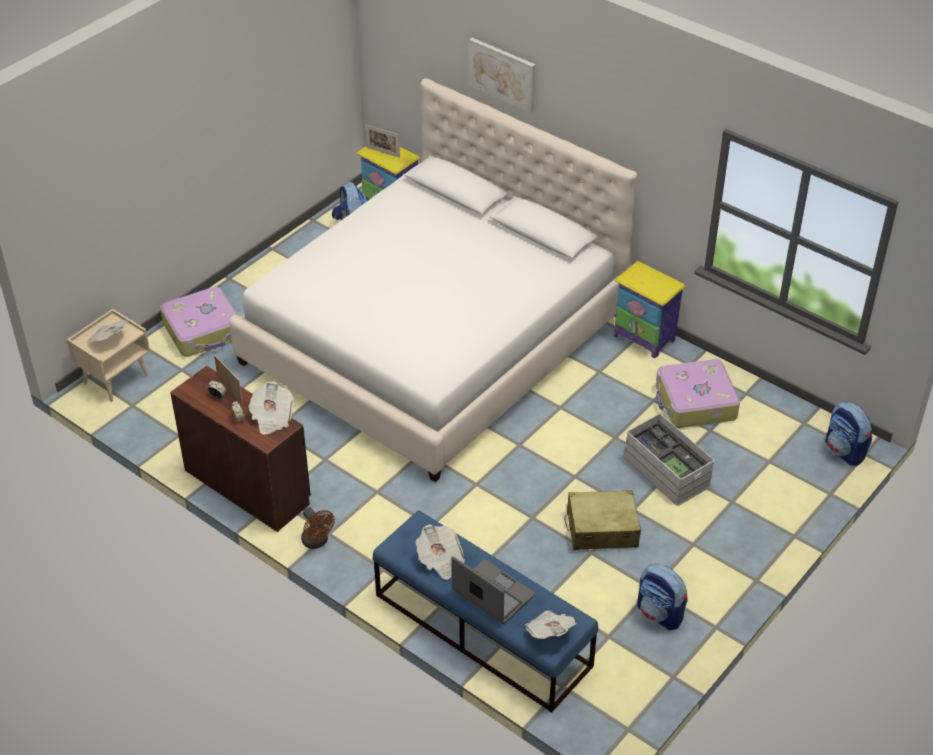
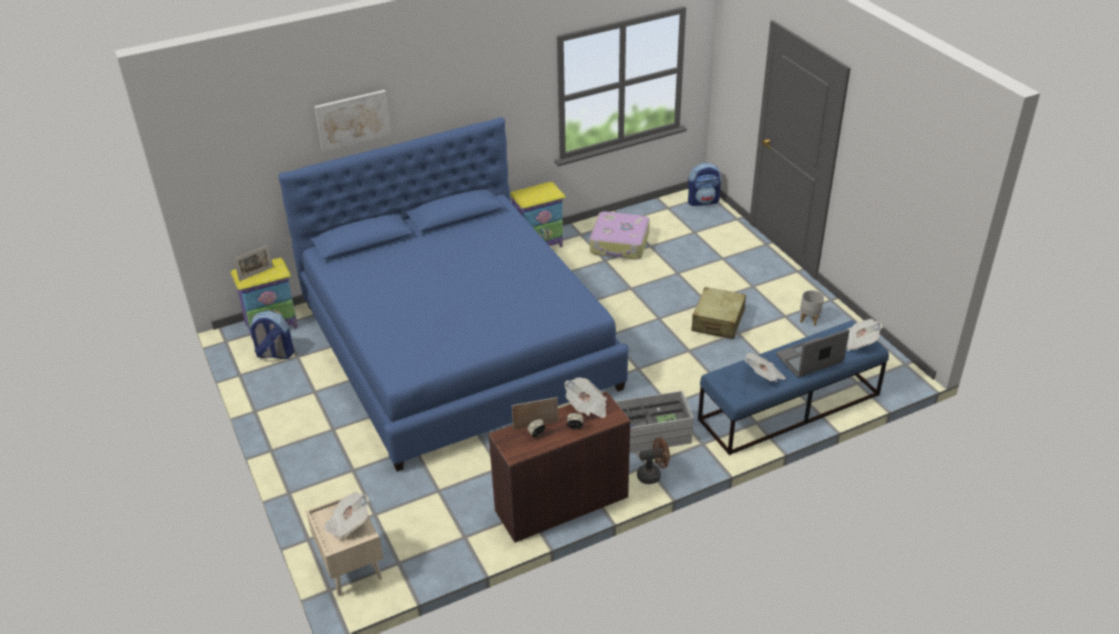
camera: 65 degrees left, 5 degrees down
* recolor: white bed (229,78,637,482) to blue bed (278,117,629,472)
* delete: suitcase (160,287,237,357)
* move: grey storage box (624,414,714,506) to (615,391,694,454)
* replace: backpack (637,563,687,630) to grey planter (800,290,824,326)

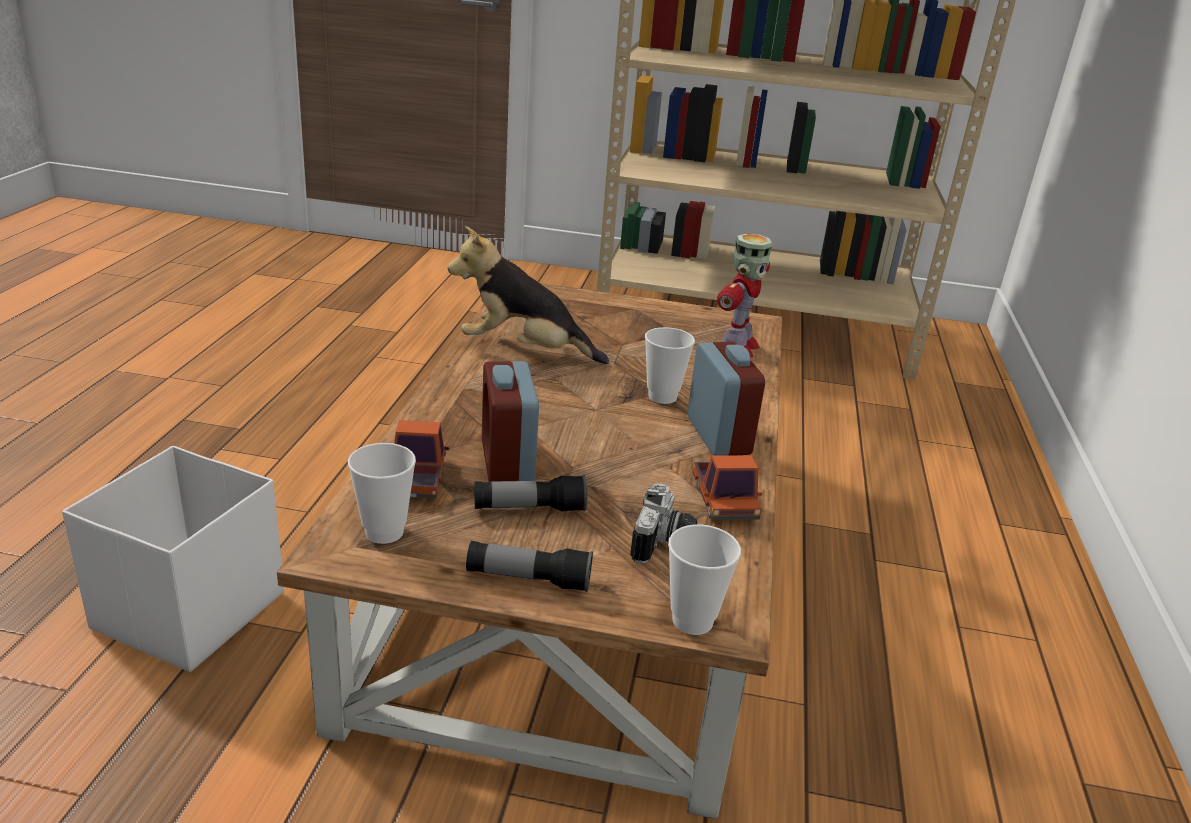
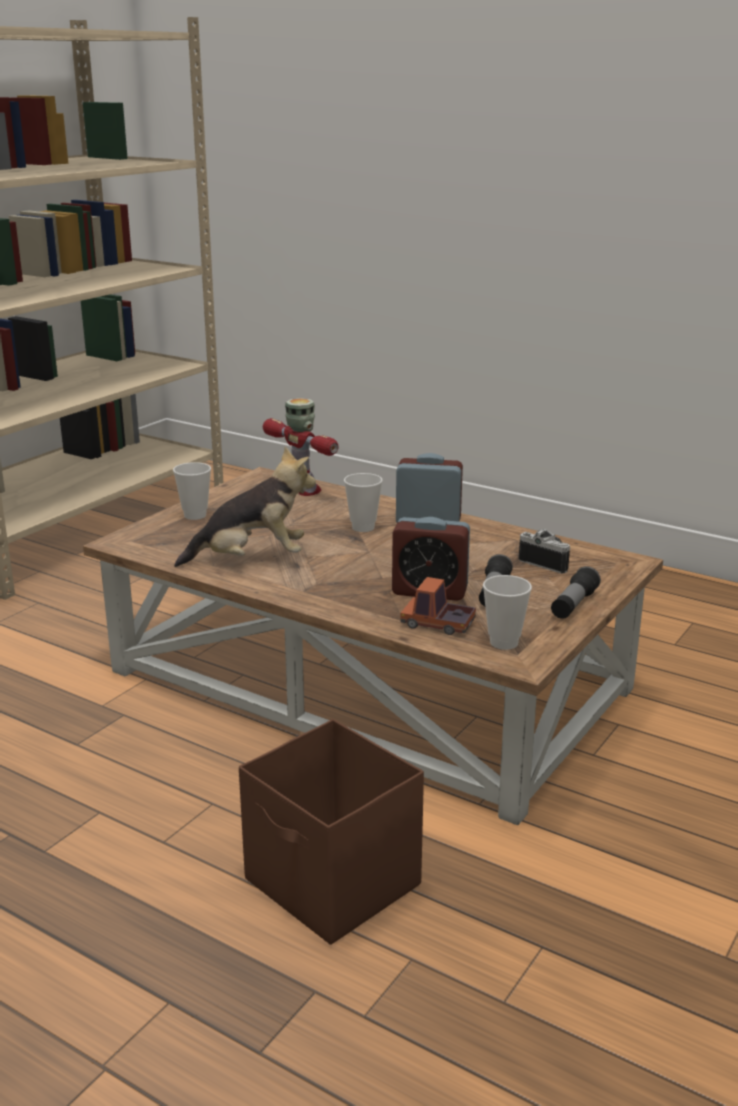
camera: 65 degrees left, 5 degrees down
* rotate: plush toy (448,226,609,364) = (174,447,316,567) 135 degrees counterclockwise
* recolor: white storage box (62,446,284,672) to brown storage box (239,719,424,945)
* delete: toy truck (693,455,762,520)
* move: cup (668,524,741,635) to (173,462,211,520)

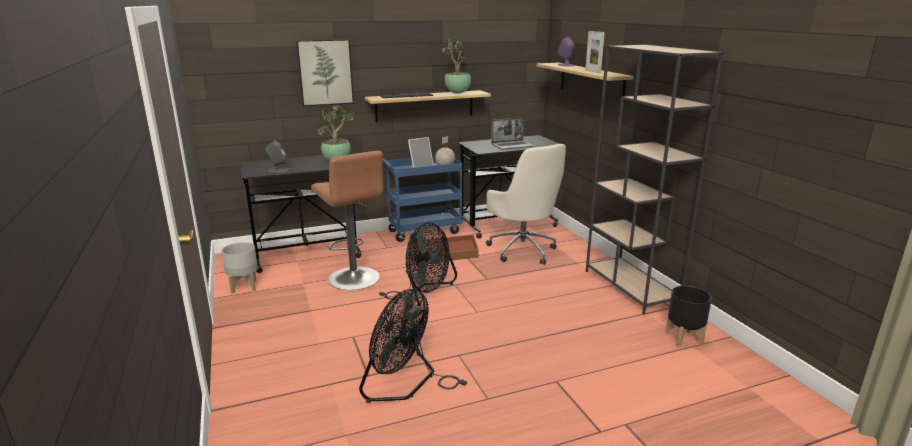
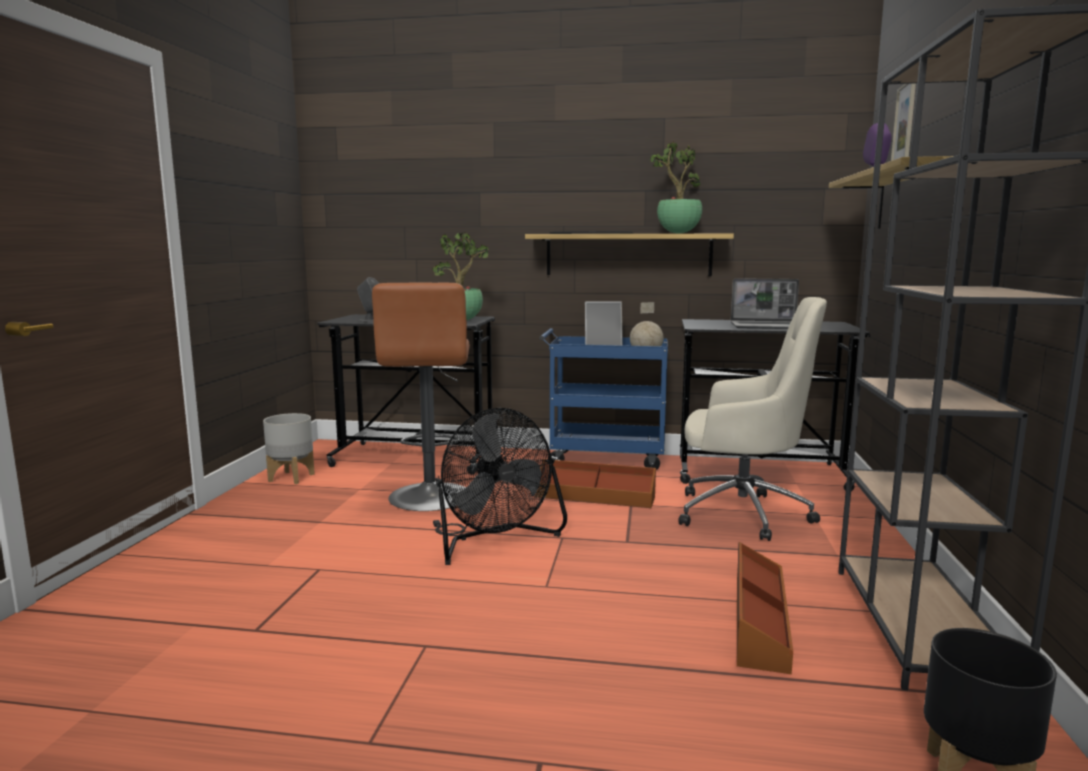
camera: 30 degrees right, 10 degrees down
* delete: picture (296,39,354,107)
* rotate: beige office chair (486,144,566,265) = (678,297,827,541) 75 degrees counterclockwise
* delete: black fan (359,289,467,403)
* insert: brown storage box (737,542,793,674)

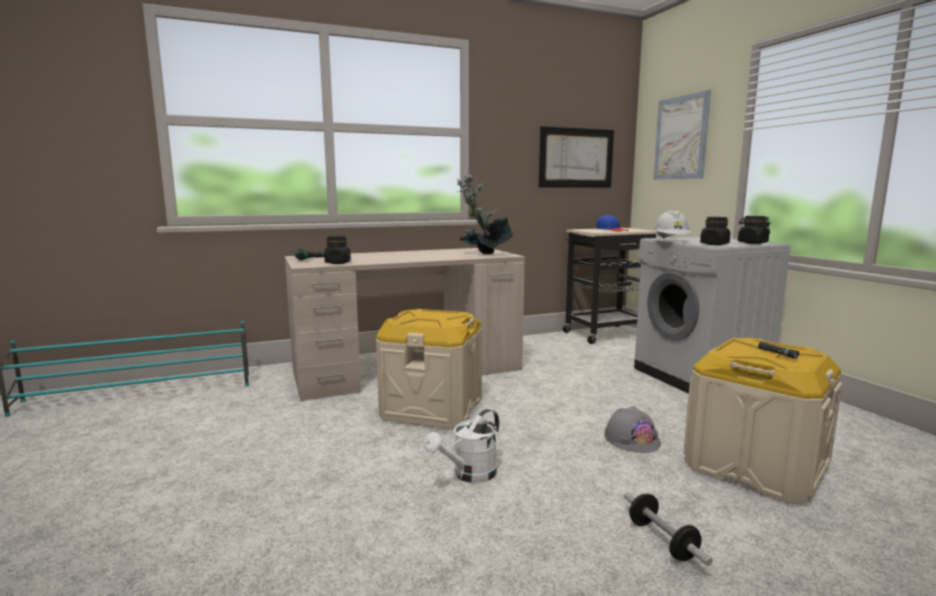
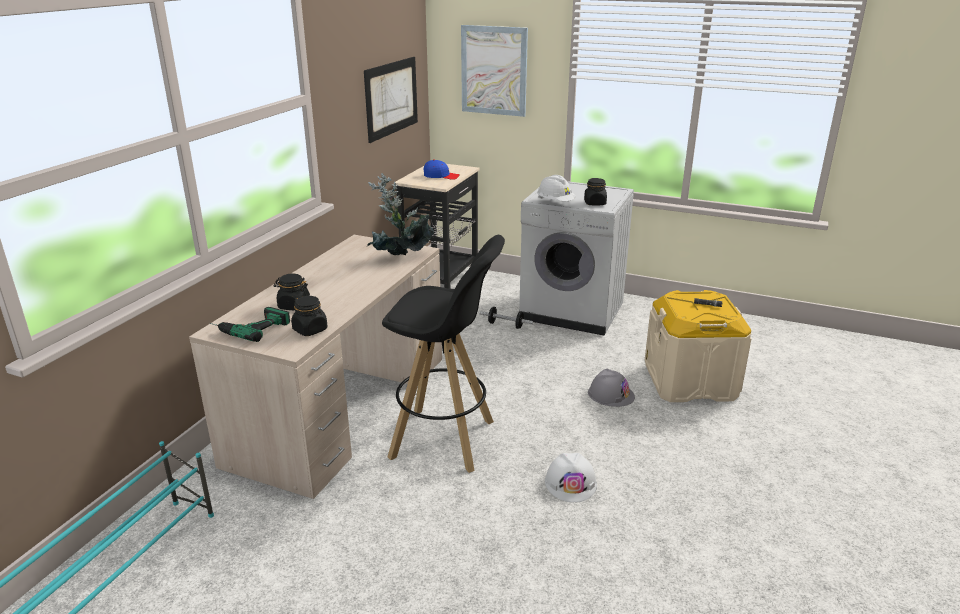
camera: 45 degrees left, 15 degrees up
* move: black jar (738,216,770,244) to (274,274,310,310)
* replace: beige storage box (376,309,482,429) to black stool (382,235,505,473)
* replace: white watering can (424,409,499,483) to white hard hat (545,453,597,502)
* move: dumbbell (624,492,713,566) to (479,307,533,329)

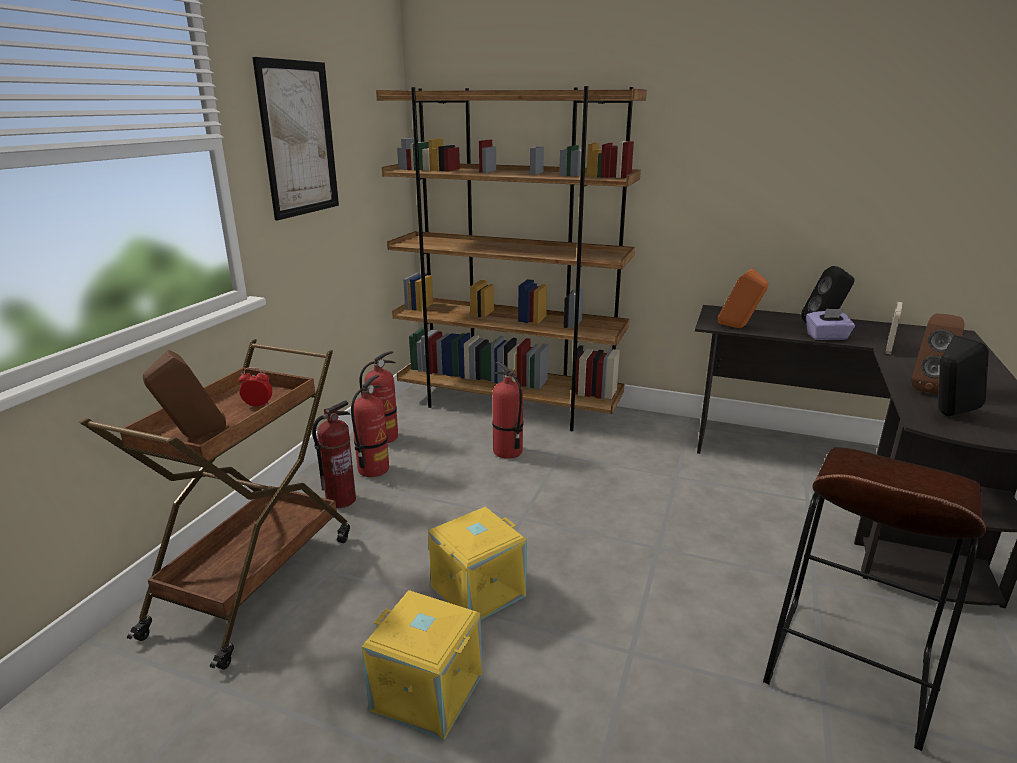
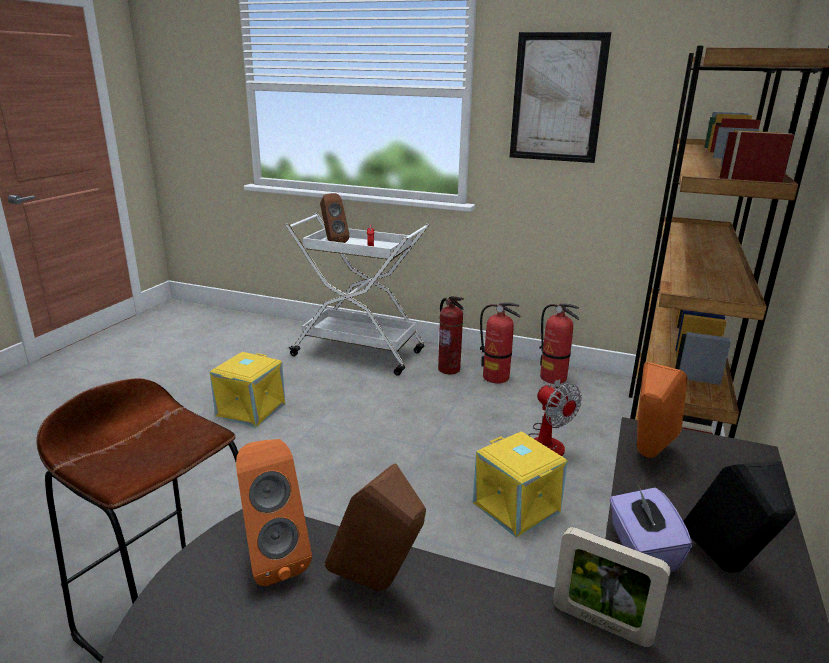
camera: 90 degrees right, 0 degrees up
* recolor: black speaker (938,335,989,416) to orange speaker (236,439,312,586)
* recolor: brown cart (79,339,350,670) to white cart (285,212,430,376)
* replace: fire extinguisher (492,361,523,459) to fan (528,379,582,456)
* move: yellow storage box (428,507,527,620) to (473,431,568,538)

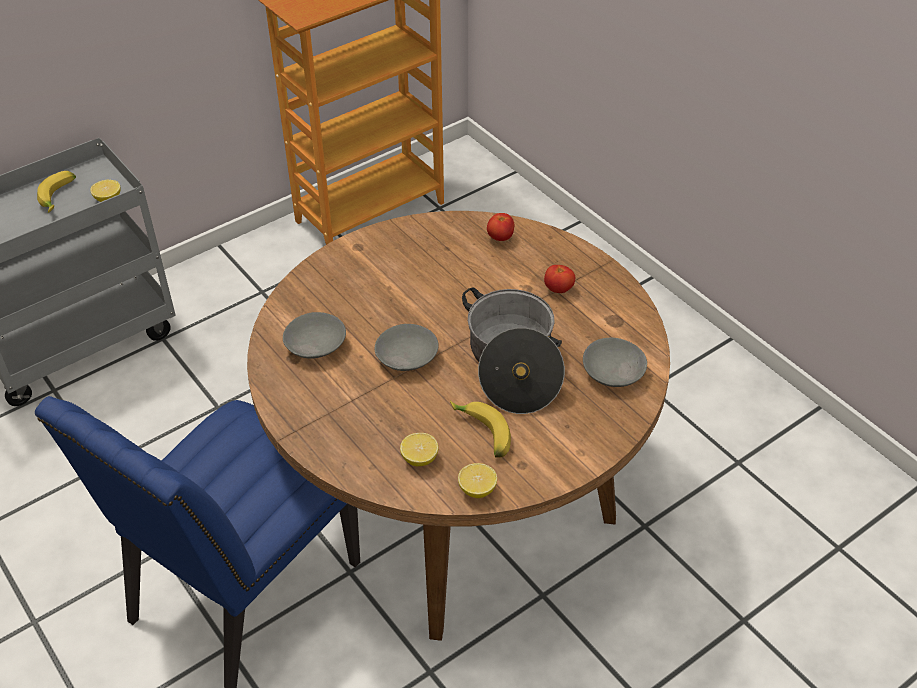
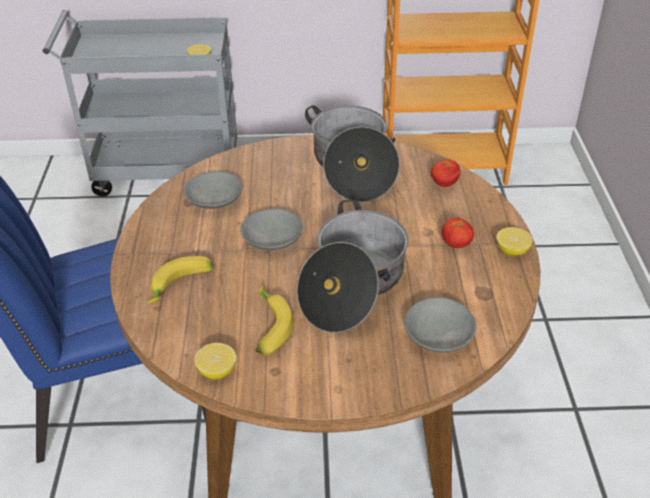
camera: 35 degrees right, 5 degrees down
* move: banana (37,171,76,213) to (147,256,214,304)
* move: lemon (400,433,439,466) to (496,227,532,256)
* insert: cooking pot (305,105,400,202)

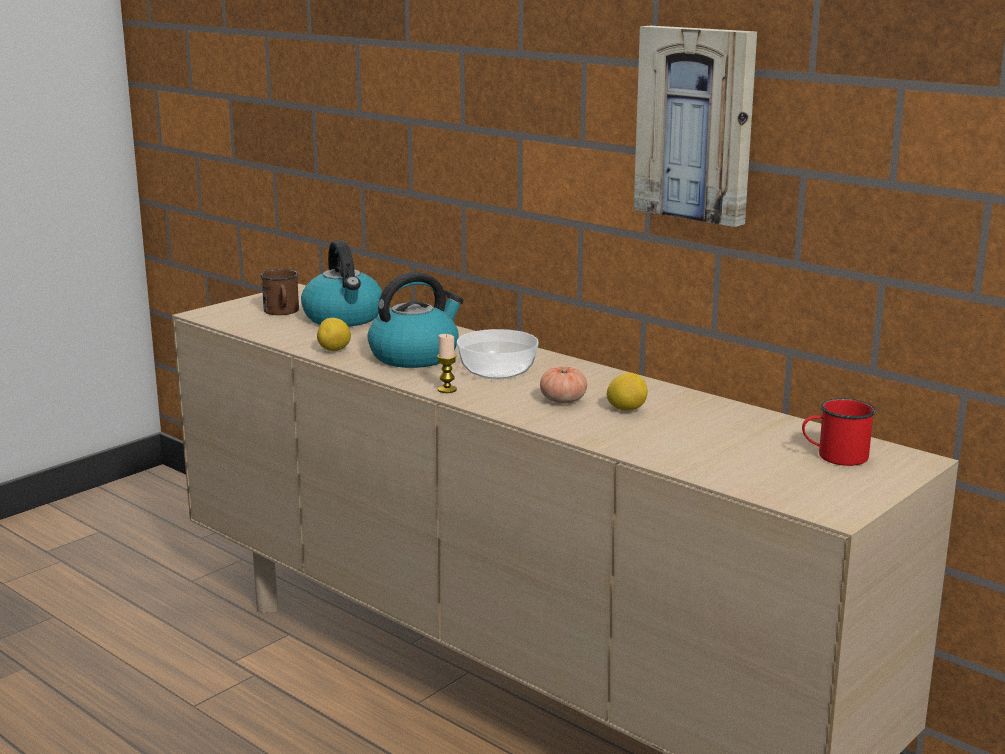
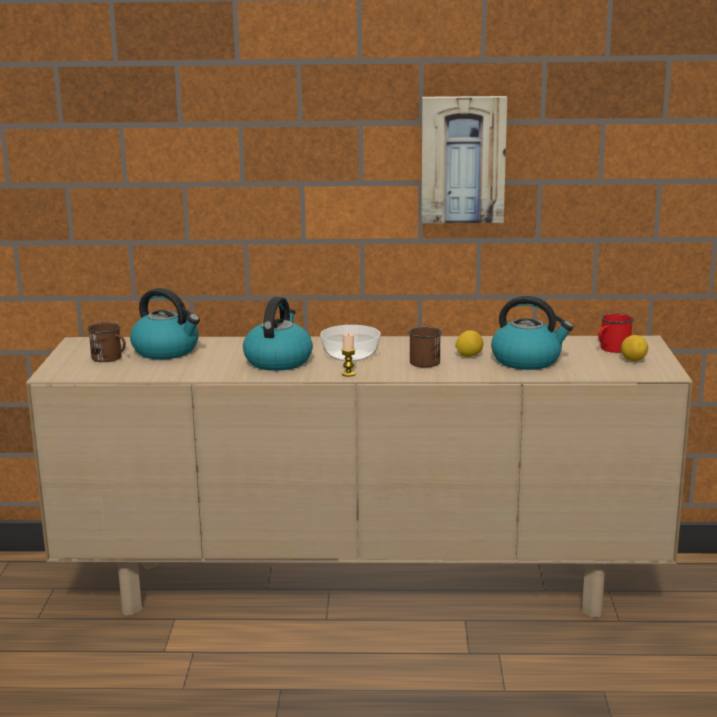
camera: 40 degrees left, 0 degrees up
* move: lemon (317,318,351,351) to (621,335,648,361)
* replace: tomato (540,366,587,404) to brown mug (409,326,442,368)
* insert: kettle (491,296,573,370)

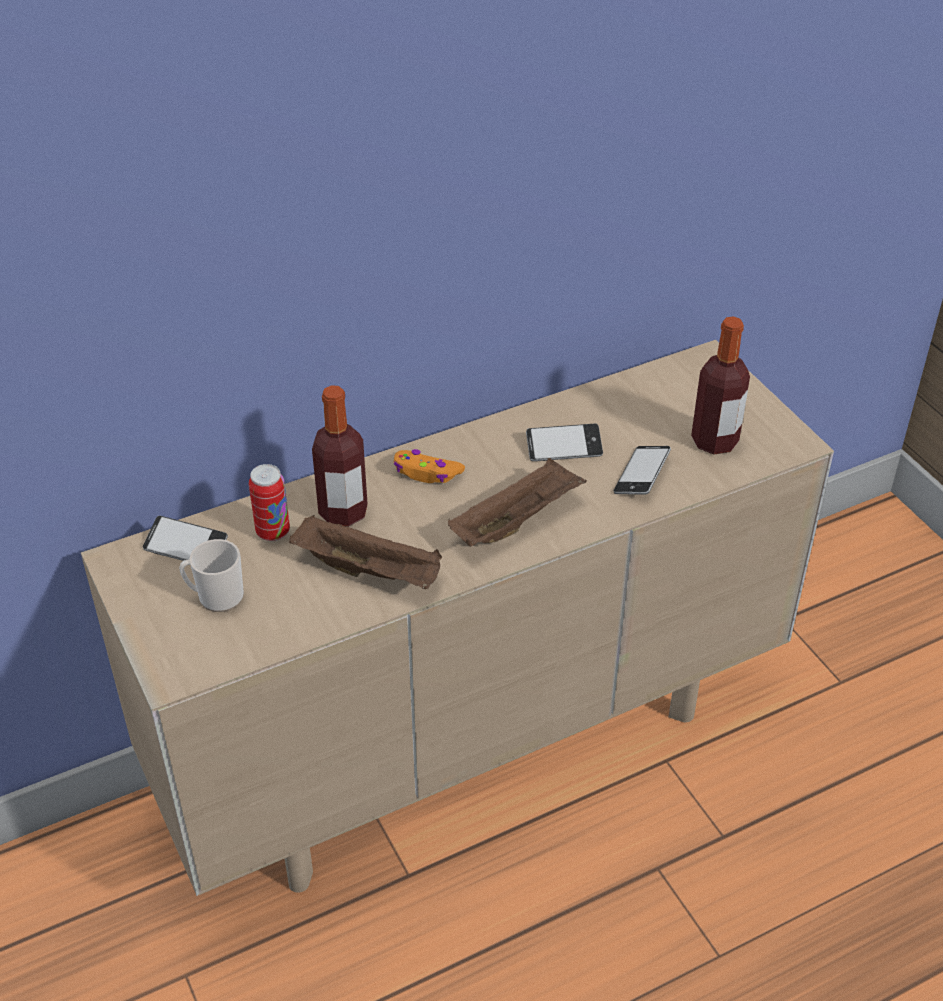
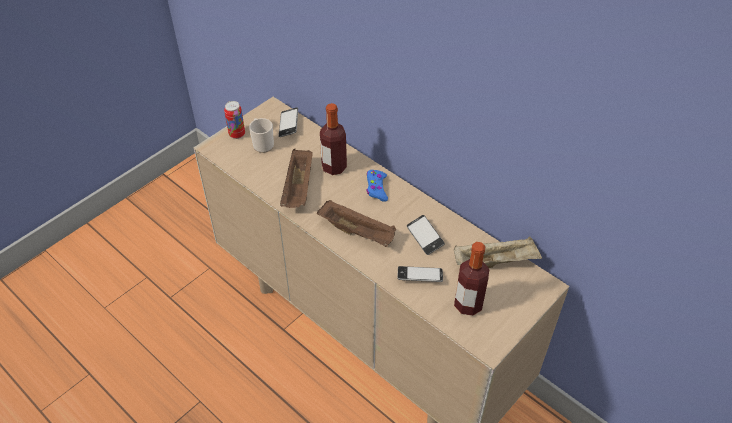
camera: 70 degrees right, 5 degrees up
* recolor: orange game controller (394,449,465,483) to blue game controller (366,170,388,202)
* move: can (249,464,290,541) to (224,101,245,139)
* insert: beige tray (454,237,542,268)

